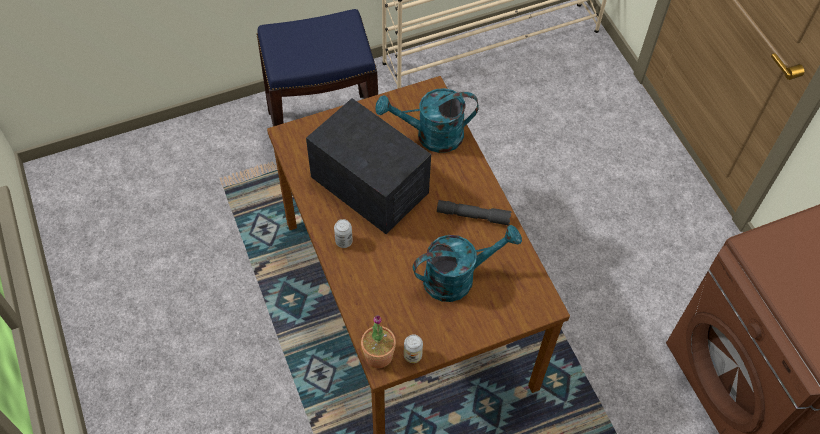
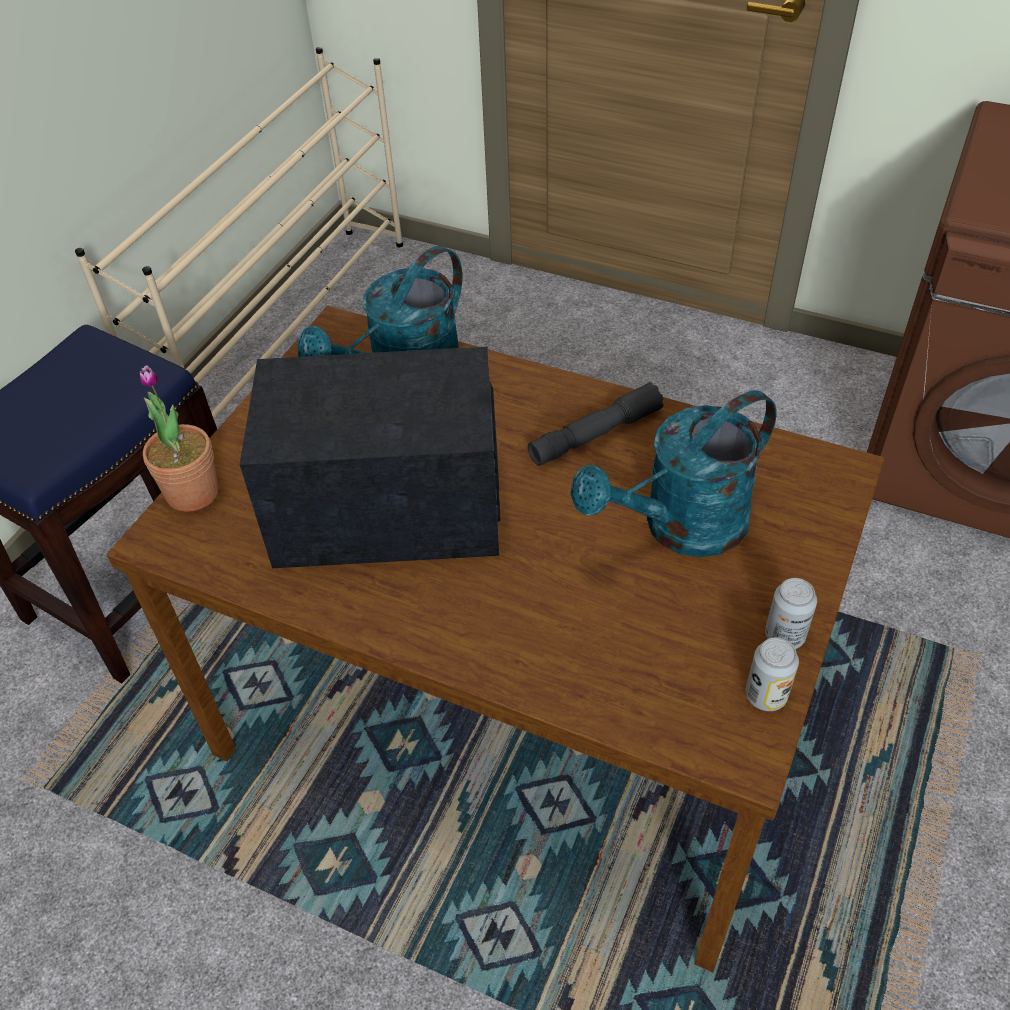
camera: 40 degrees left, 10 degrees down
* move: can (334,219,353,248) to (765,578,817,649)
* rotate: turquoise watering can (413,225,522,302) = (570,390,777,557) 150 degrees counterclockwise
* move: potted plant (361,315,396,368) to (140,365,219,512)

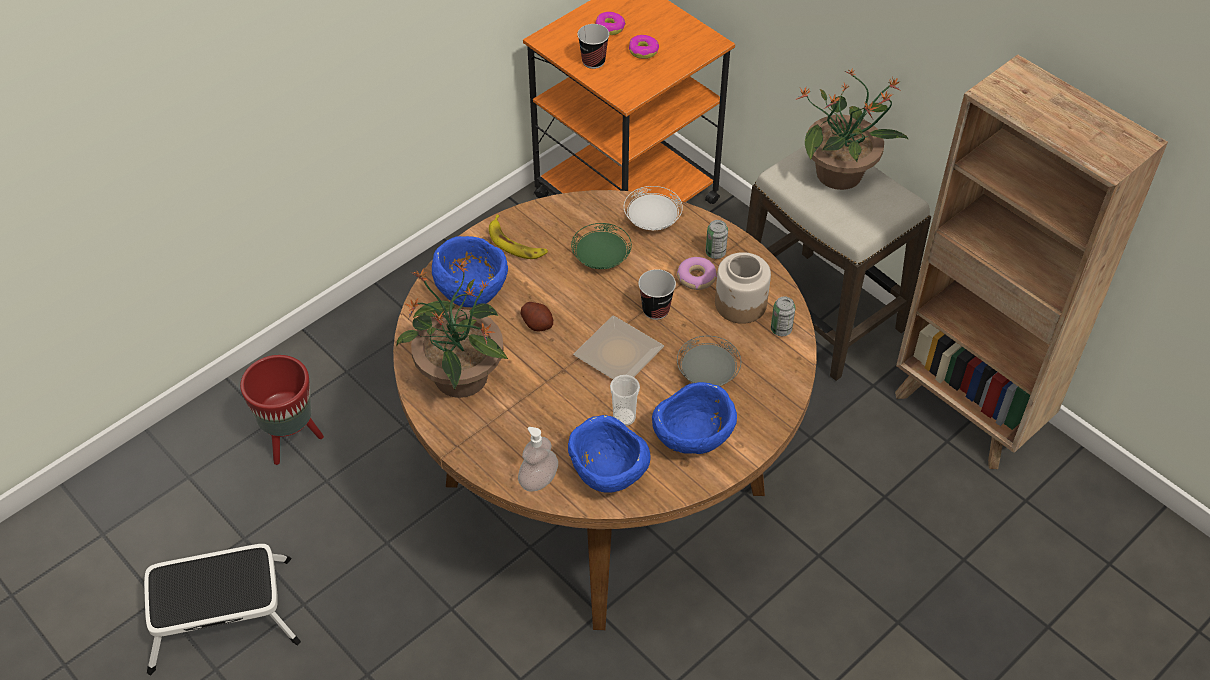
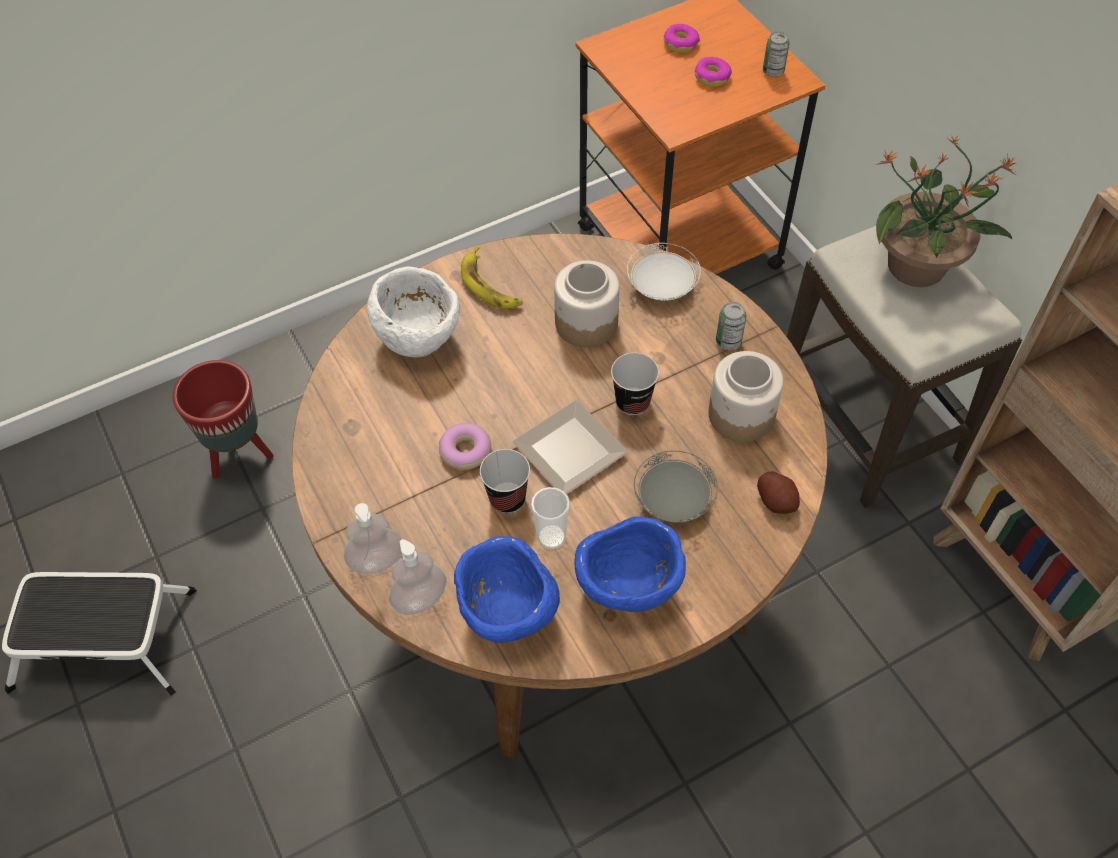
camera: 15 degrees right, 5 degrees up
* move: cup (577,24,609,69) to (480,449,530,513)
* replace: green plate (571,223,632,269) to jar (554,260,620,348)
* recolor: blue bowl (432,236,508,307) to white bowl (367,266,460,358)
* move: donut (677,257,717,290) to (439,423,491,470)
* delete: potted plant (396,259,508,398)
* move: can (771,296,795,336) to (763,32,789,77)
* move: potato (520,302,553,332) to (757,471,800,514)
* insert: soap dispenser (344,503,402,574)

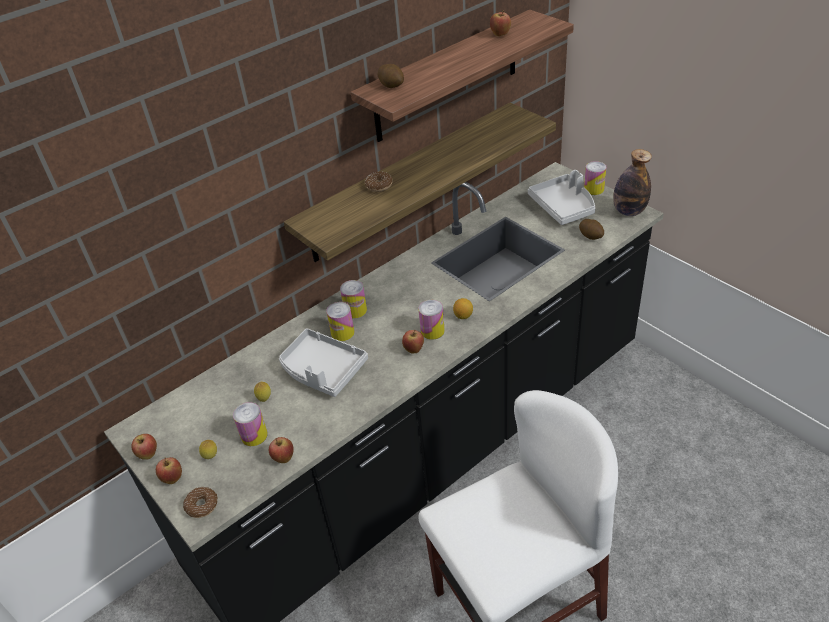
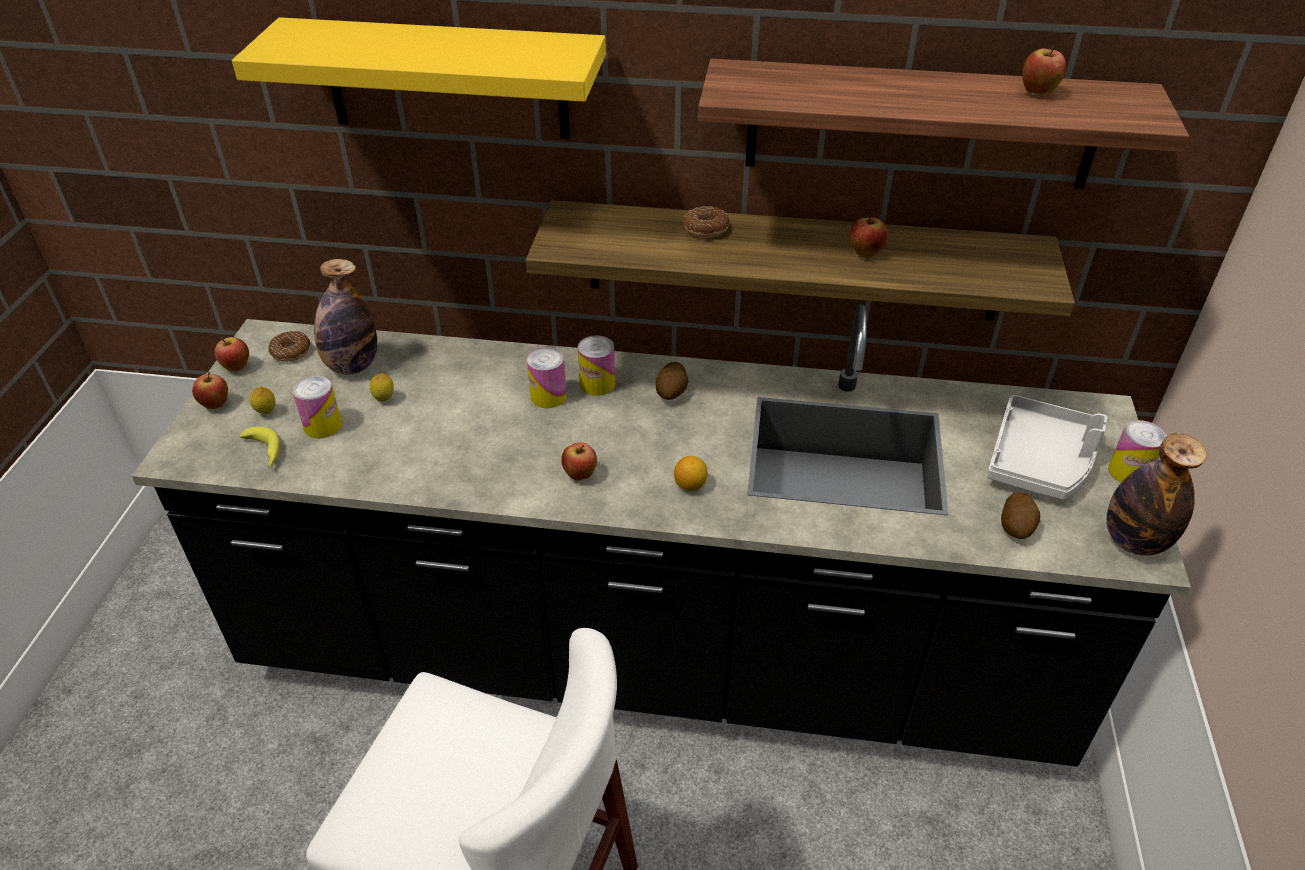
camera: 45 degrees right, 0 degrees up
* move: potato (377,64,404,88) to (656,362,688,400)
* delete: can (418,300,445,340)
* delete: grey tray (279,328,368,397)
* move: apple (269,437,294,463) to (850,212,888,258)
* move: donut (183,487,218,518) to (268,331,310,362)
* insert: yellow shelf (232,17,606,139)
* insert: bottle (314,259,377,375)
* insert: banana (239,426,281,468)

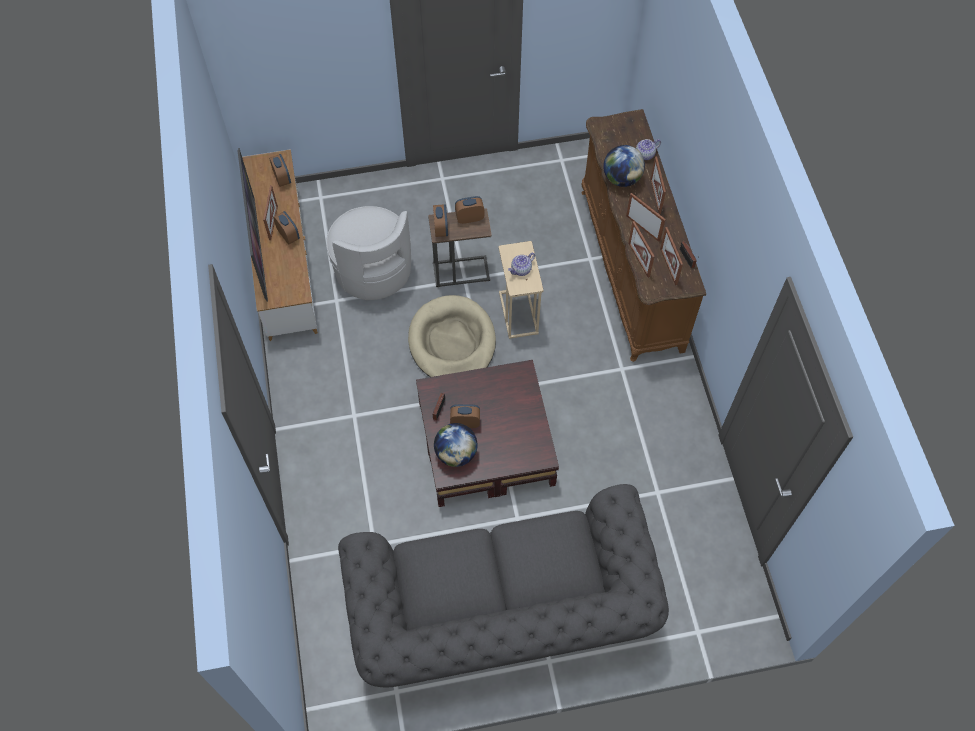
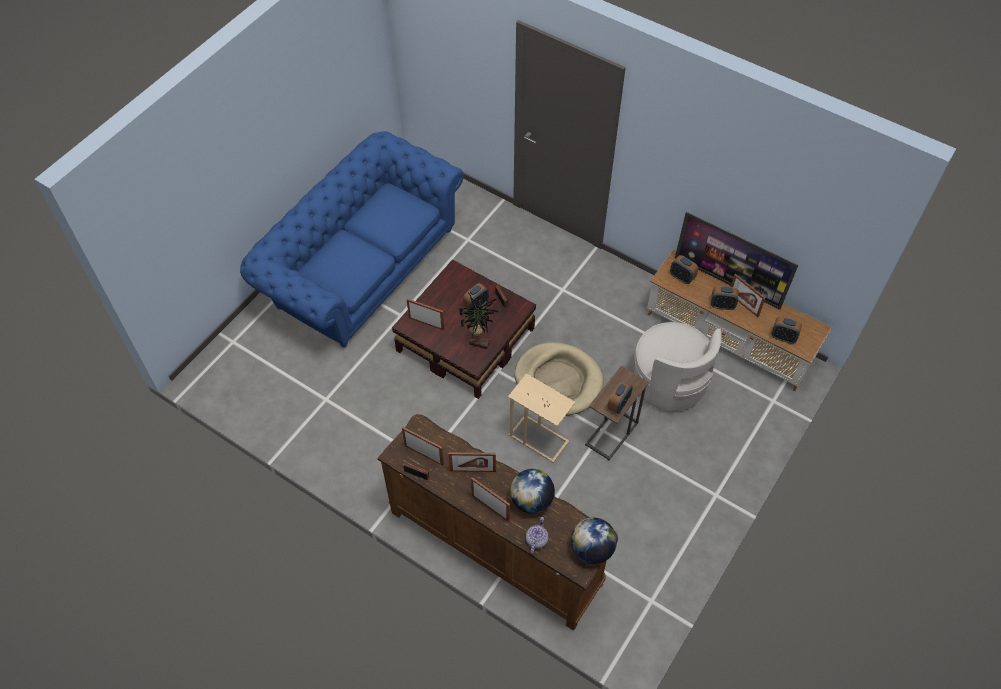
camera: 135 degrees right, 5 degrees down
* move: alarm clock (433,204,448,237) to (670,255,698,284)
* rotate: white armchair (326,206,411,300) = (634,322,721,412) 135 degrees counterclockwise
* move: picture frame (628,221,655,278) to (407,298,444,330)
* delete: teapot (508,252,535,276)
* move: globe (434,423,478,467) to (571,518,617,564)
* recolor: grey sofa (338,484,669,687) to blue sofa (240,131,464,347)
* insert: potted plant (460,292,498,349)

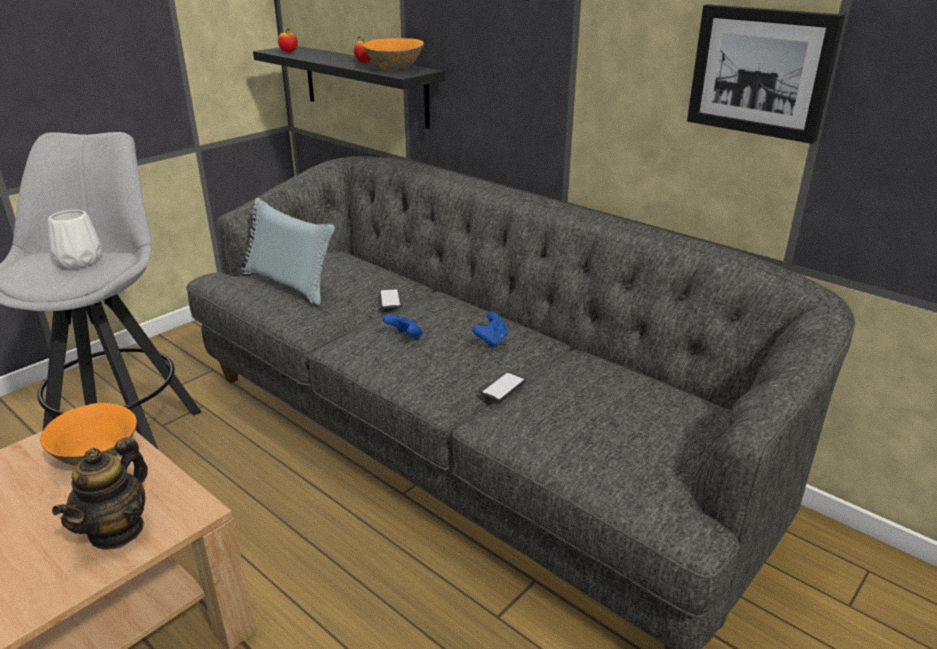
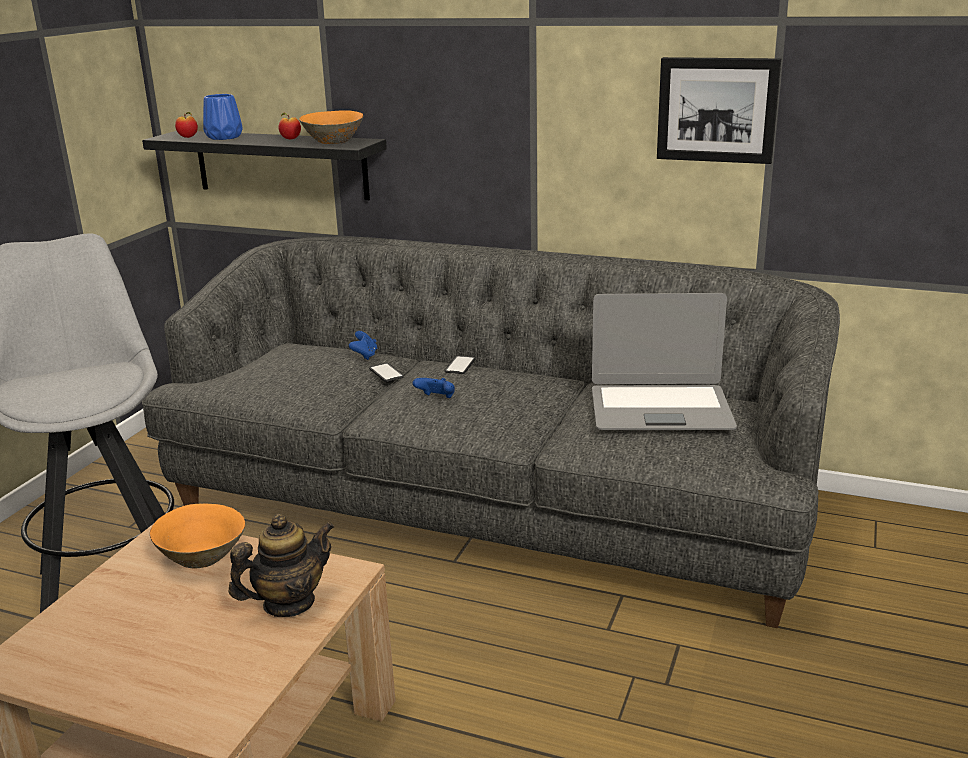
camera: 20 degrees left, 5 degrees down
* delete: blue pillow (241,198,335,305)
* delete: white vase (48,210,102,268)
* move: blue game controller (472,311,507,348) to (349,331,377,360)
* move: phone (480,372,526,401) to (444,355,475,374)
* rotate: teapot (52,437,148,550) = (228,514,335,617) 120 degrees counterclockwise
* insert: blue vase (203,94,243,140)
* insert: laptop (592,293,737,430)

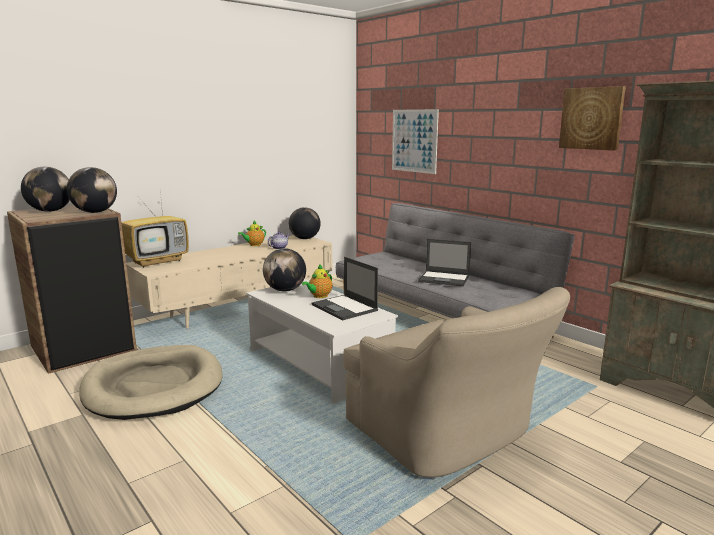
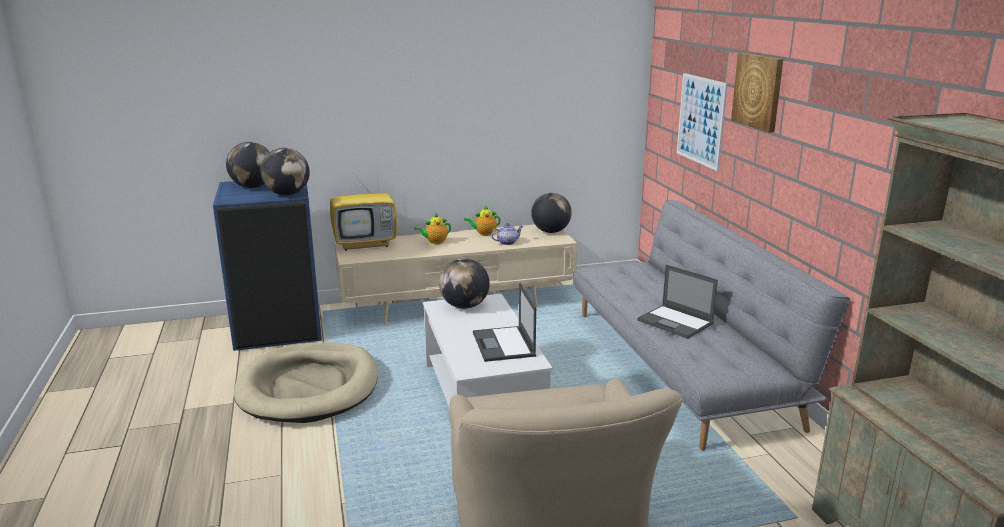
camera: 25 degrees right, 5 degrees up
* move: picture (559,86,626,150) to (731,53,783,133)
* recolor: brown cabinet (7,205,137,373) to blue cabinet (213,181,322,351)
* move: teapot (302,264,332,298) to (414,212,451,244)

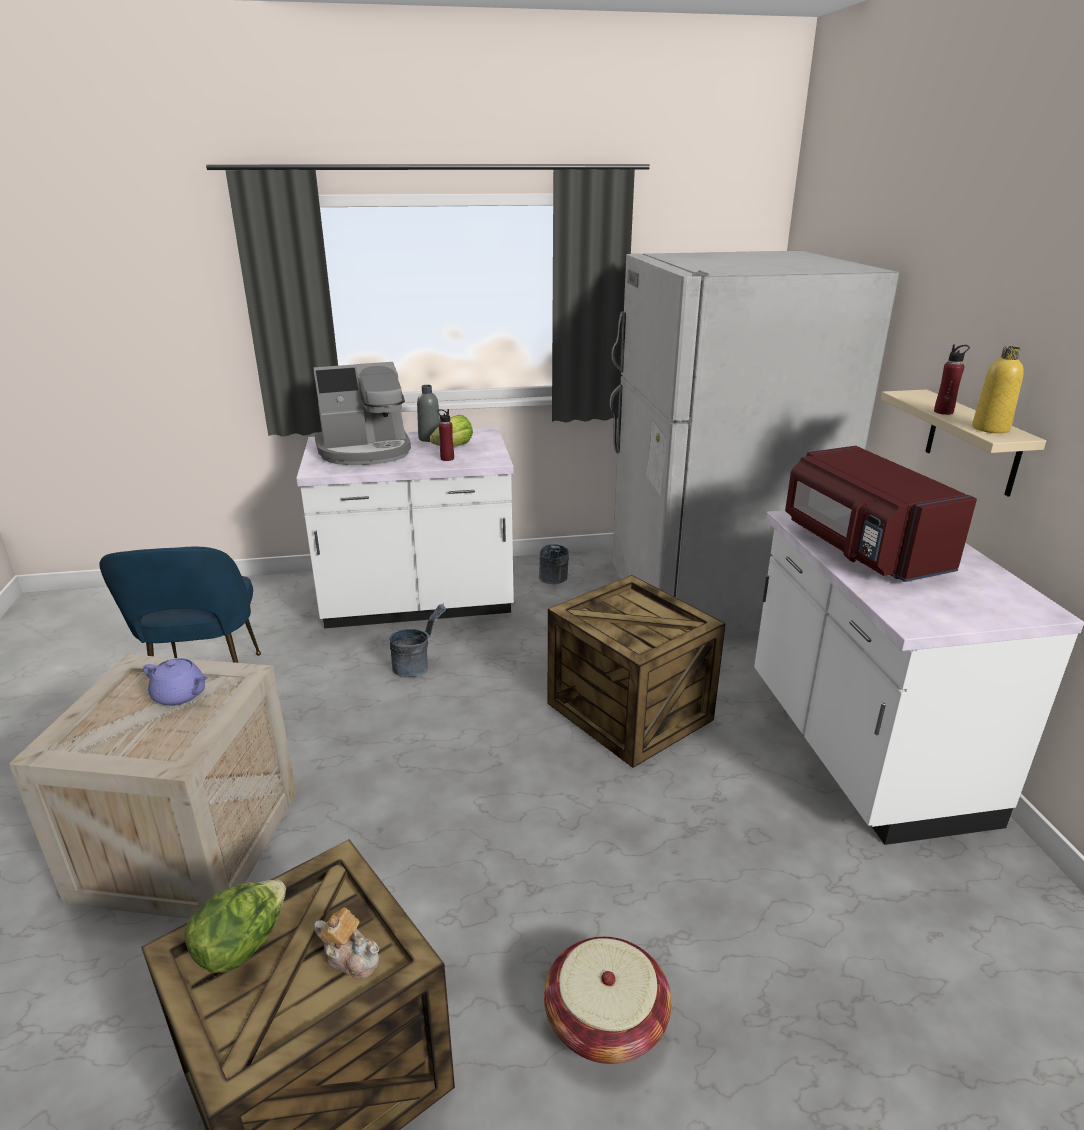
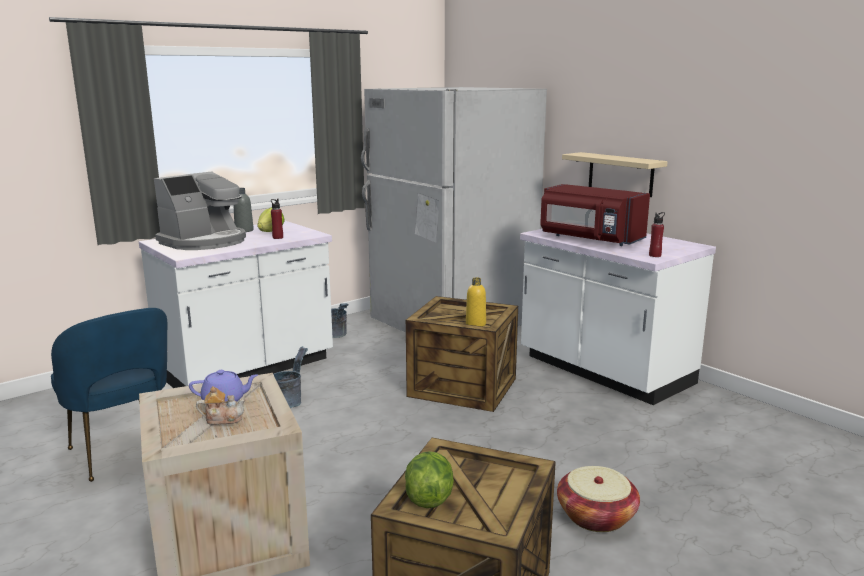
camera: 30 degrees left, 10 degrees down
* move: red bottle (934,344,970,415) to (649,212,665,257)
* move: yellow bottle (972,346,1024,433) to (466,277,486,327)
* move: teapot (314,908,379,979) to (196,386,246,425)

